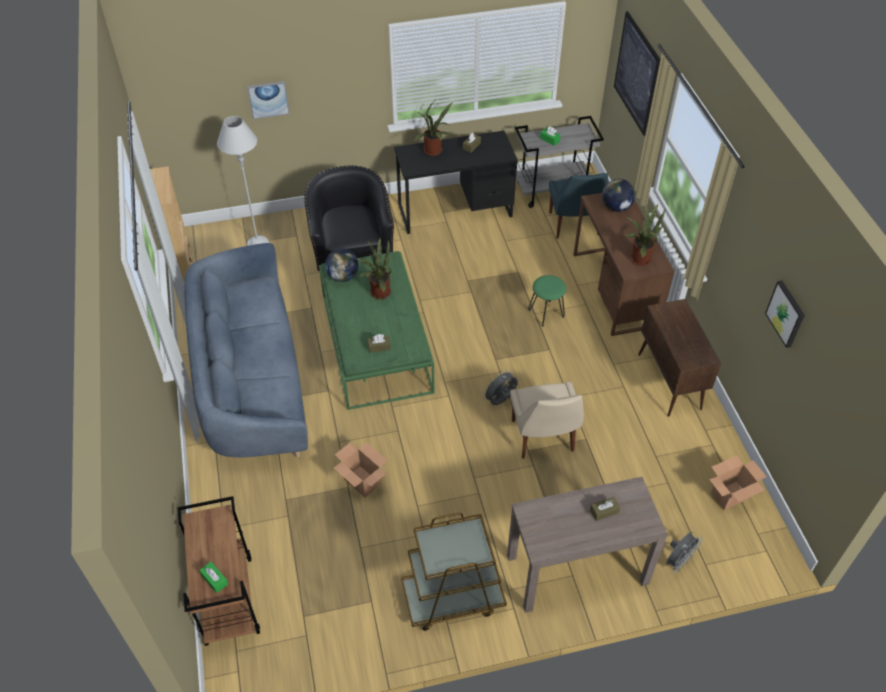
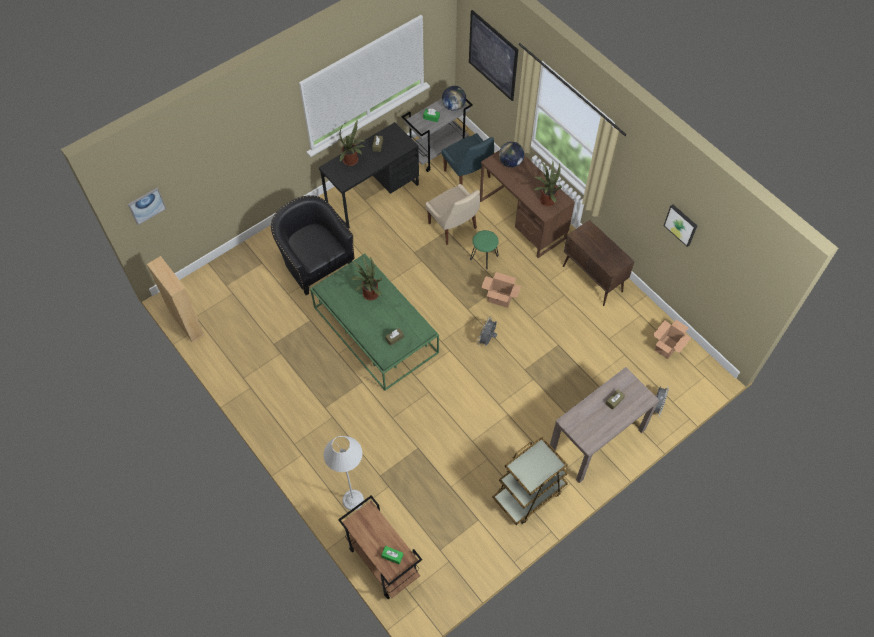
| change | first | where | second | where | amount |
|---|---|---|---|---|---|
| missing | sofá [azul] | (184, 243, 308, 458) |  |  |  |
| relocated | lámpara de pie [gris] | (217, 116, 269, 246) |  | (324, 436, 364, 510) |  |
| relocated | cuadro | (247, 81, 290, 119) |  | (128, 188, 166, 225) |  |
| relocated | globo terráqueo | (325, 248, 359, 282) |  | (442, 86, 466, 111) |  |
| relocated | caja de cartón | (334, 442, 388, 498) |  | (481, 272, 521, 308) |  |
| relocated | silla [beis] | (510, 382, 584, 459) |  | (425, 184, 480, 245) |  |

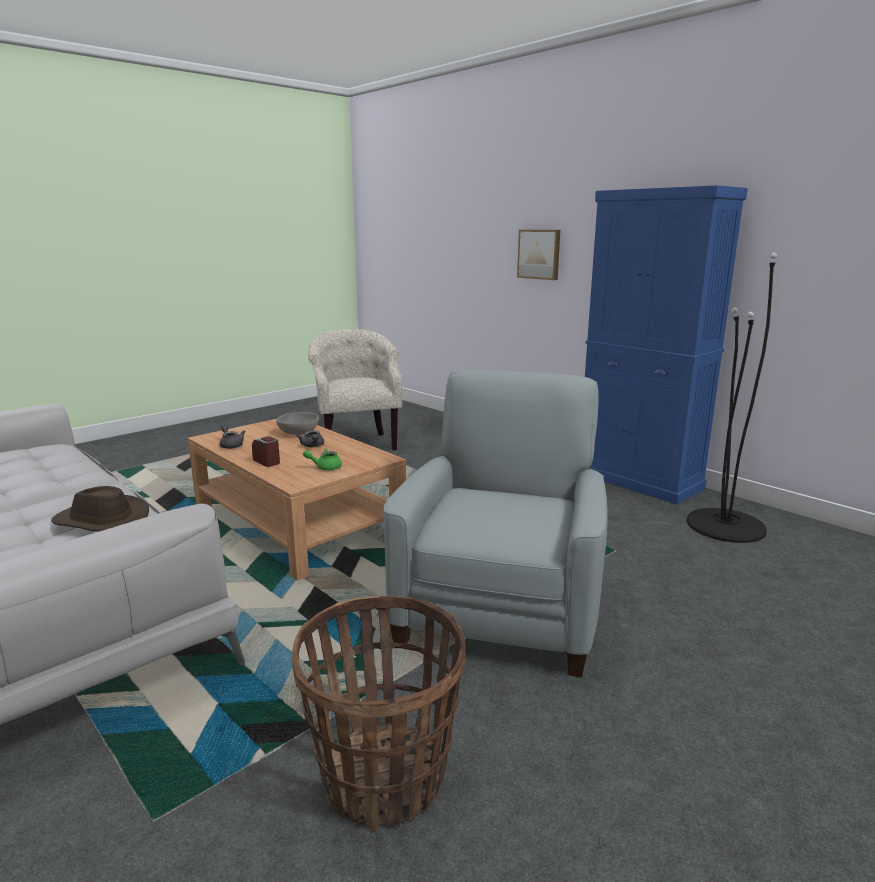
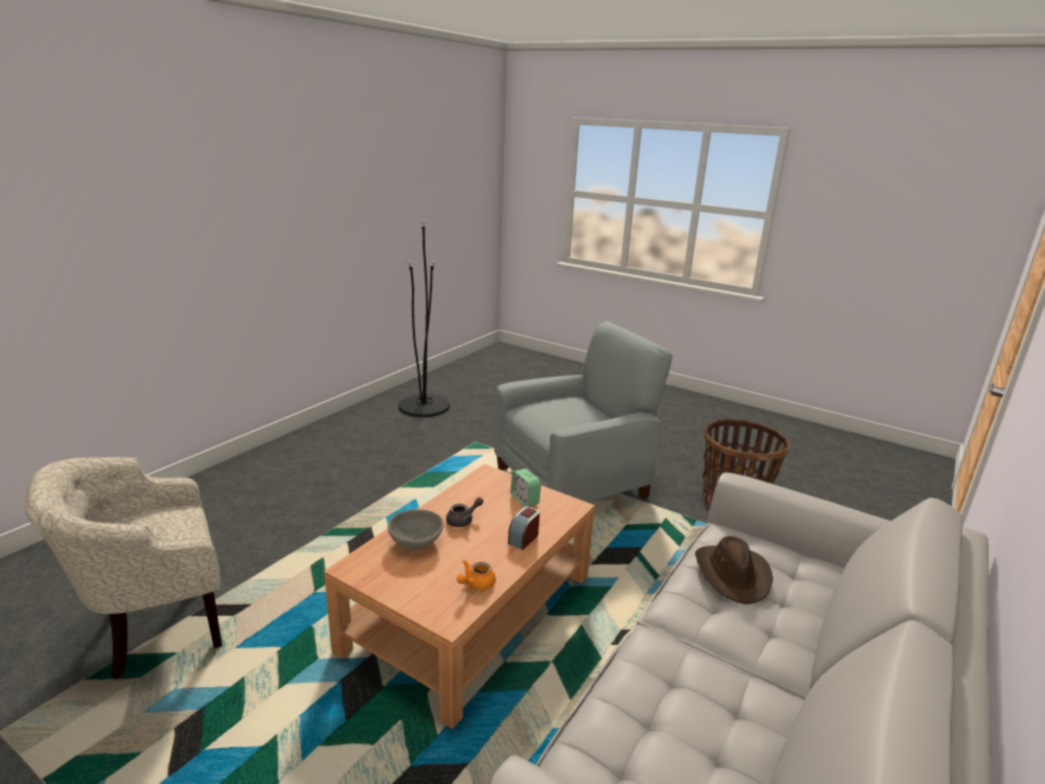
| change | first | where | second | where | amount |
|---|---|---|---|---|---|
| missing | cuadro | (517, 230, 560, 280) |  |  |  |
| missing | armario [azul] | (585, 185, 748, 505) |  |  |  |
| exchanged | tetera [verde] | (303, 448, 342, 470) | despertador | (511, 469, 541, 507) |  |
| colour | tetera [gris] | (220, 424, 246, 449) | tetera [naranja] | (457, 560, 496, 591) |  |
| spun | sillón [gris] | (383, 370, 607, 677) |  | (494, 322, 673, 502) | 150 degrees clockwise |

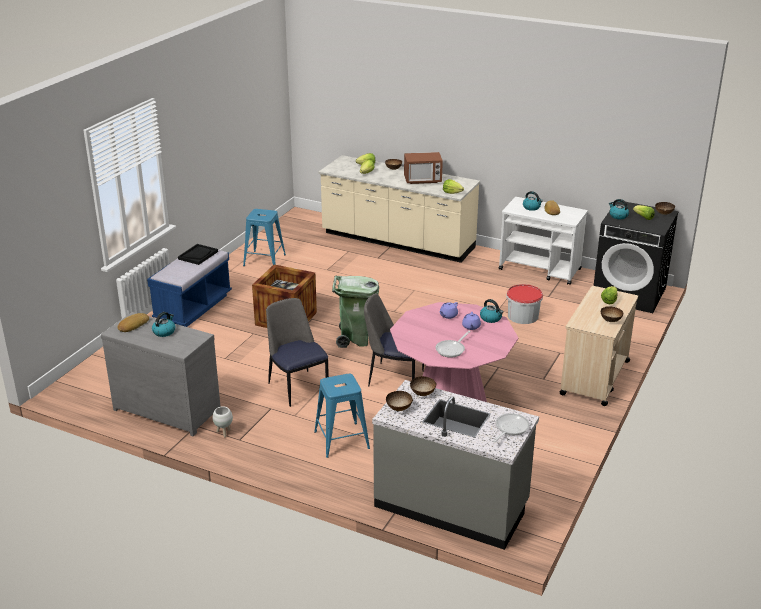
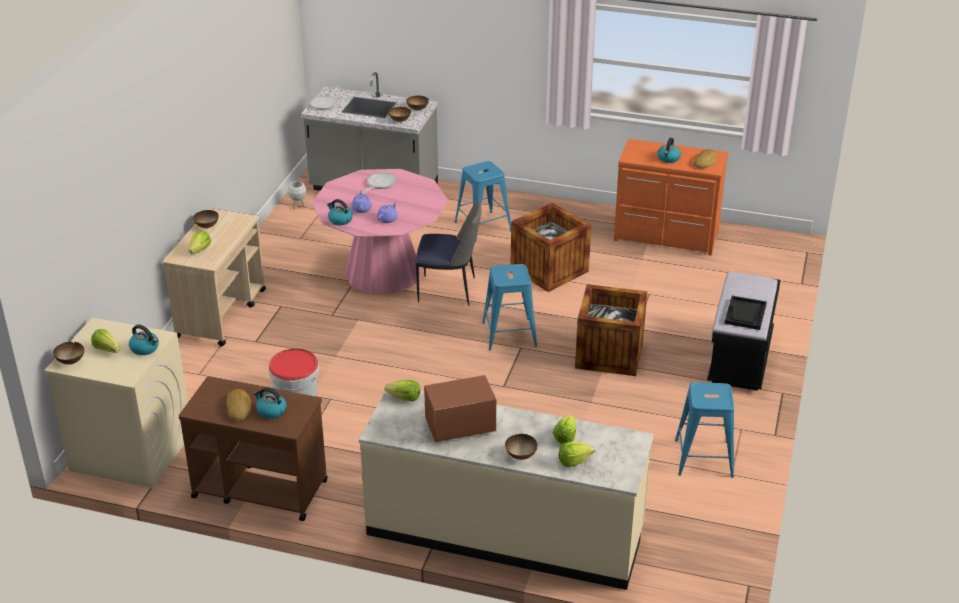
| change | first | where | second | where | amount |
|---|---|---|---|---|---|
| relocated | maceta [blanco] | (213, 406, 233, 437) |  | (288, 181, 307, 210) |  |
| exchanged | silla | (266, 298, 329, 407) | caja de embalaje | (511, 203, 591, 292) |  |
| exchanged | papelera [verde] | (332, 275, 379, 348) | taburete [azul] | (482, 264, 537, 350) |  |
| colour | cómoda [gris] | (101, 312, 221, 436) | cómoda [naranja] | (614, 139, 728, 256) |  |
| colour | banco [azul] | (147, 250, 232, 327) | banco [negro] | (707, 272, 781, 391) |  |
| colour | carrito [blanco] | (499, 197, 588, 285) | carrito [marrón] | (179, 376, 328, 521) |  |
| colour | lavadora [negro] | (594, 202, 679, 313) | lavadora [beis] | (44, 317, 188, 488) |  |

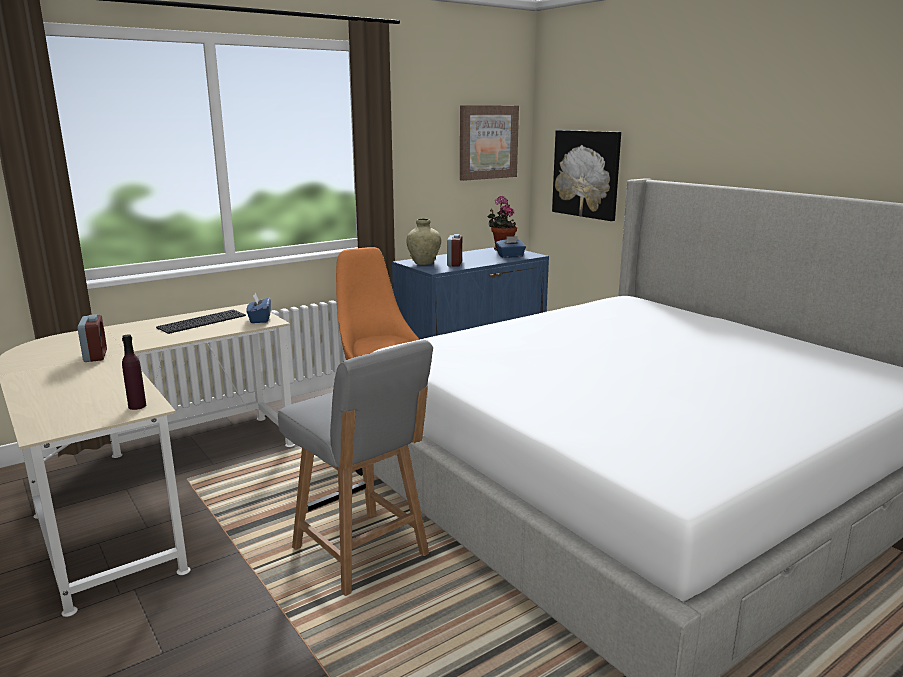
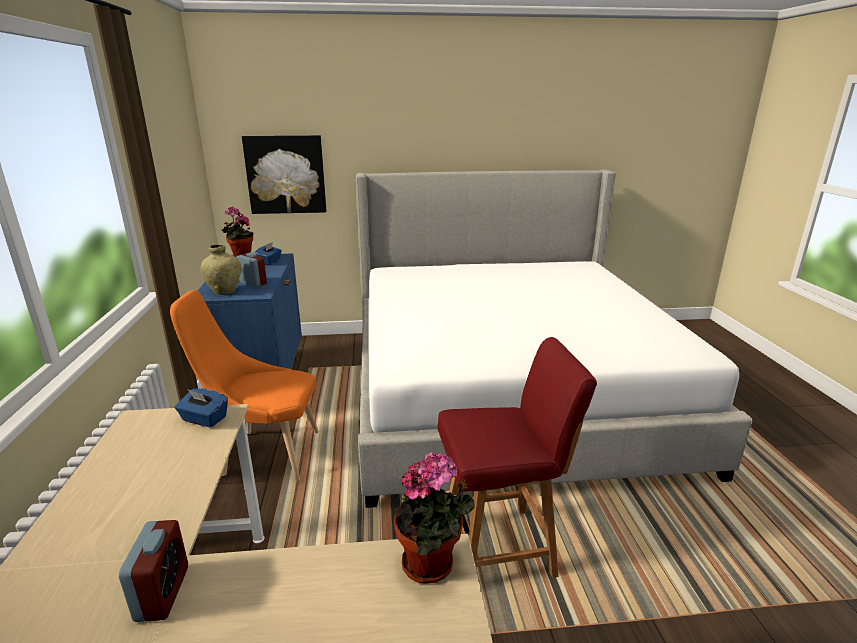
| change | first | where | second | where | amount |
|---|---|---|---|---|---|
| missing | teclado | (156, 310, 246, 334) |  |  |  |
| missing | cuadro | (460, 105, 519, 181) |  |  |  |
| exchanged | botella [morado] | (122, 334, 146, 410) | planta en maceta | (394, 452, 475, 584) |  |
| colour | silla [gris] | (278, 340, 433, 596) | silla [rojo] | (438, 337, 597, 578) |  |
| spun | despertador | (77, 314, 107, 362) |  | (119, 520, 188, 622) | 75 degrees clockwise |

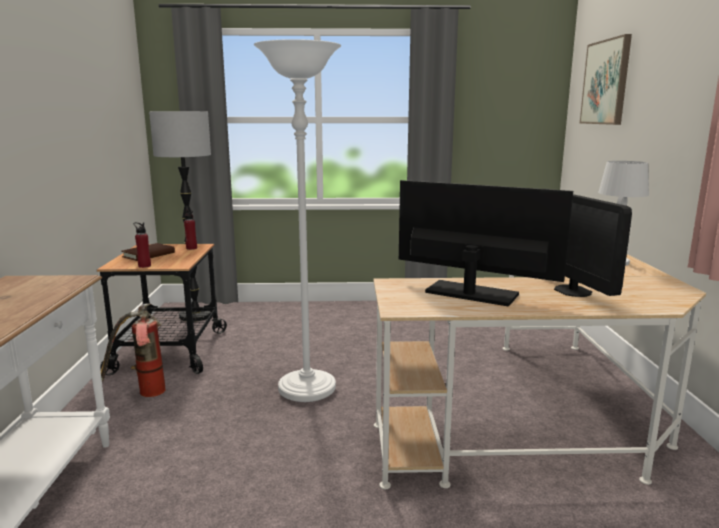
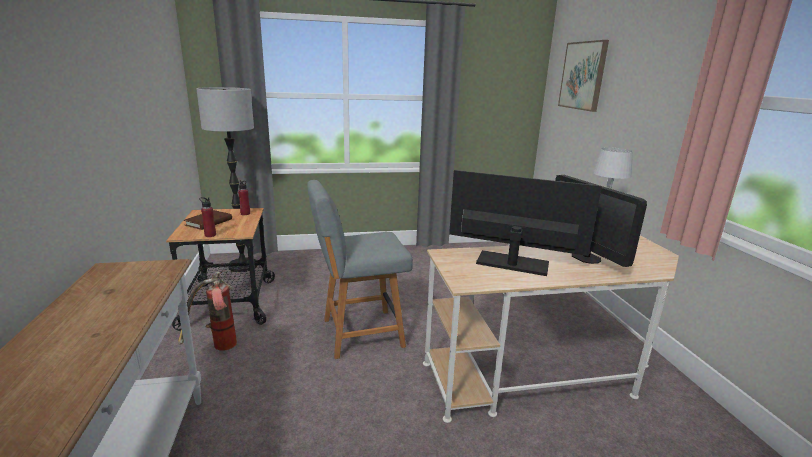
| change | first | where | second | where | amount |
|---|---|---|---|---|---|
| exchanged | lámpara de pie [blanco] | (254, 39, 341, 402) | silla [gris] | (307, 180, 413, 359) |  |

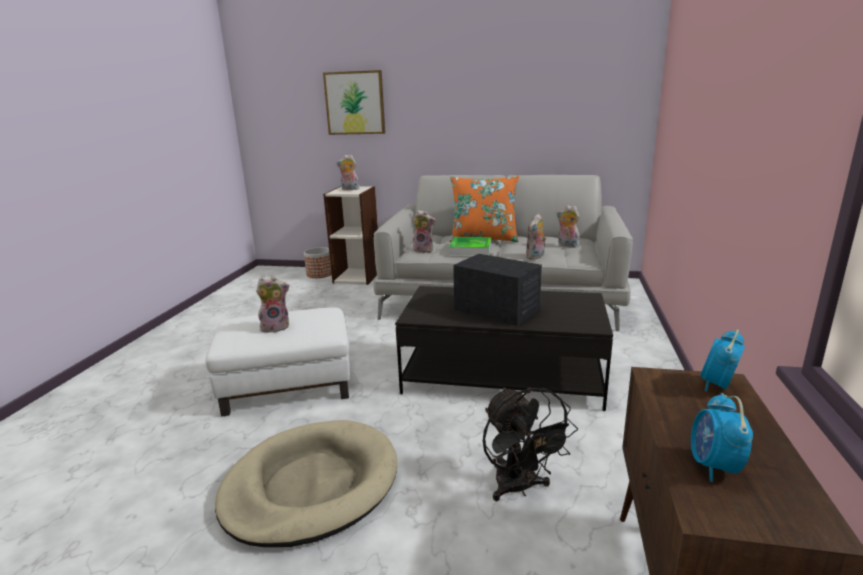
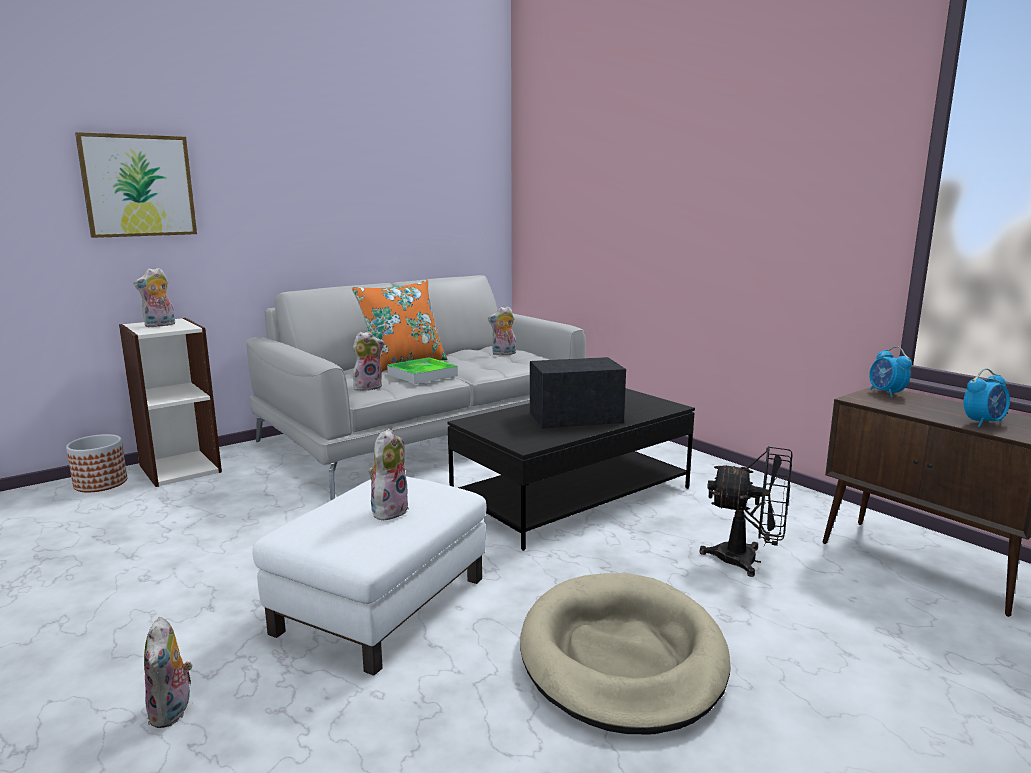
| change | first | where | second | where | amount |
|---|---|---|---|---|---|
| relocated | peluche | (525, 213, 546, 260) |  | (144, 617, 193, 728) |  |
| spun | despertador | (691, 393, 753, 482) |  | (964, 368, 1010, 427) | 75 degrees counterclockwise |

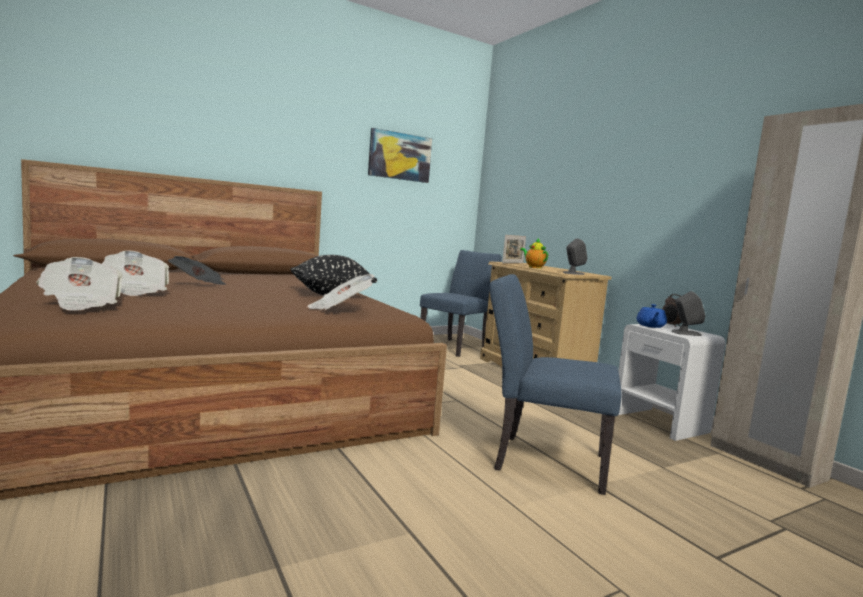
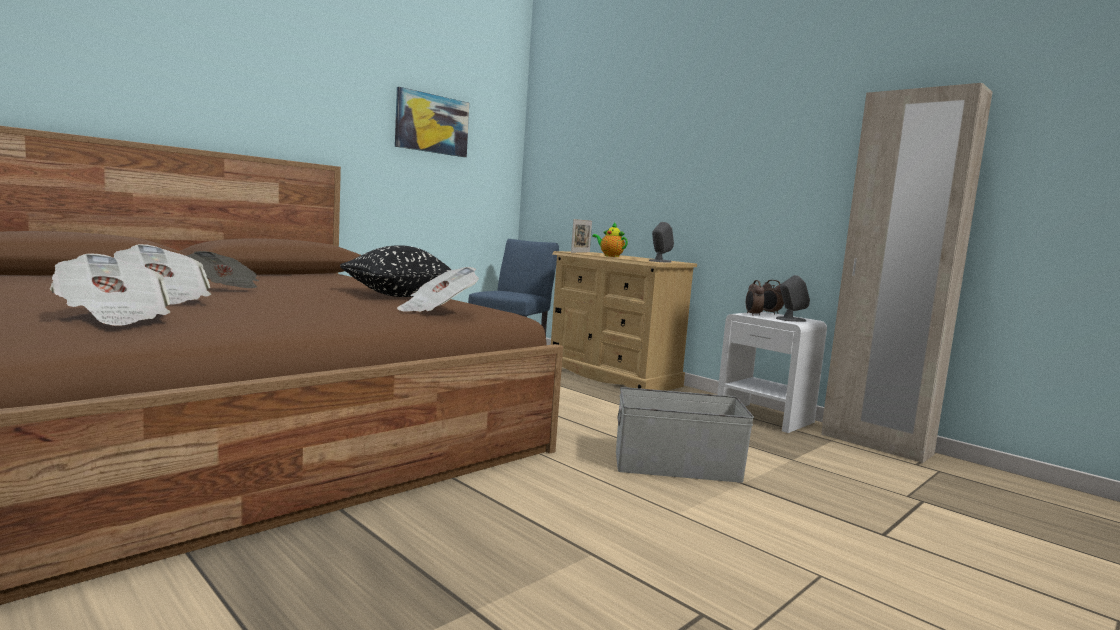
| change | first | where | second | where | amount |
|---|---|---|---|---|---|
| exchanged | silla [azul] | (489, 274, 622, 495) | caja de almacenaje [gris] | (616, 387, 754, 483) |  |
| exchanged | tetera [azul] | (637, 304, 667, 328) | despertador | (746, 280, 764, 316) |  |

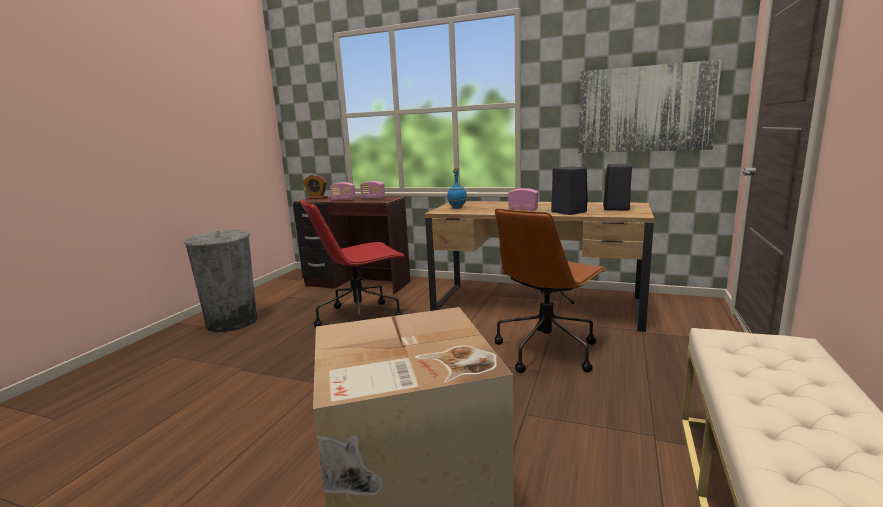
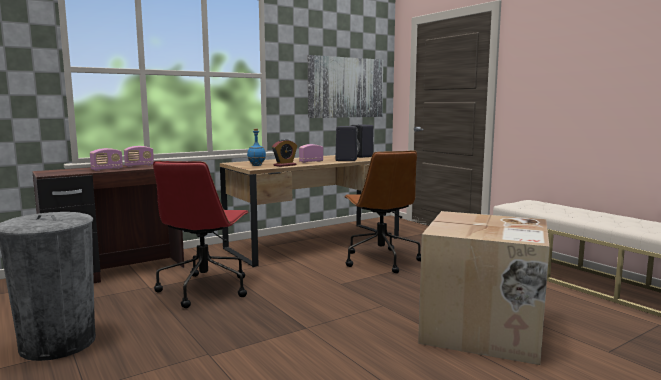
| change | first | where | second | where | amount |
|---|---|---|---|---|---|
| relocated | despertador | (303, 174, 327, 199) |  | (272, 139, 297, 167) |  |

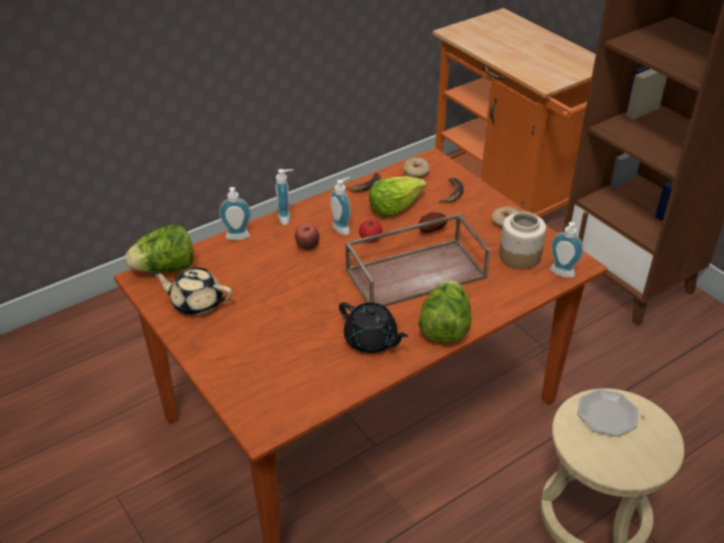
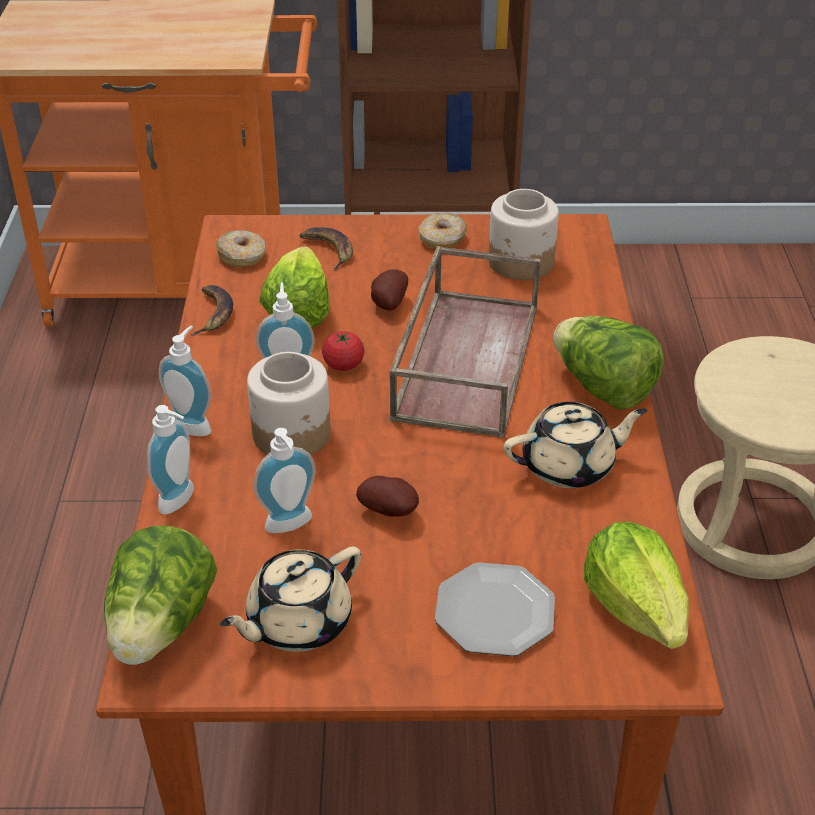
| change | first | where | second | where | amount |
|---|---|---|---|---|---|
| appeared |  |  | patata | (356, 476, 419, 517) |  |
| appeared |  |  | lechuga | (584, 522, 689, 649) |  |
| relocated | dispensador de jabón | (550, 222, 584, 278) |  | (253, 428, 316, 533) |  |
| relocated | plato | (578, 389, 638, 437) |  | (435, 562, 555, 656) |  |
| exchanged | manzana | (295, 223, 319, 250) | tarro | (247, 352, 331, 455) |  |
| colour | tetera [negro] | (339, 302, 408, 353) | tetera [beis] | (504, 402, 647, 488) |  |

